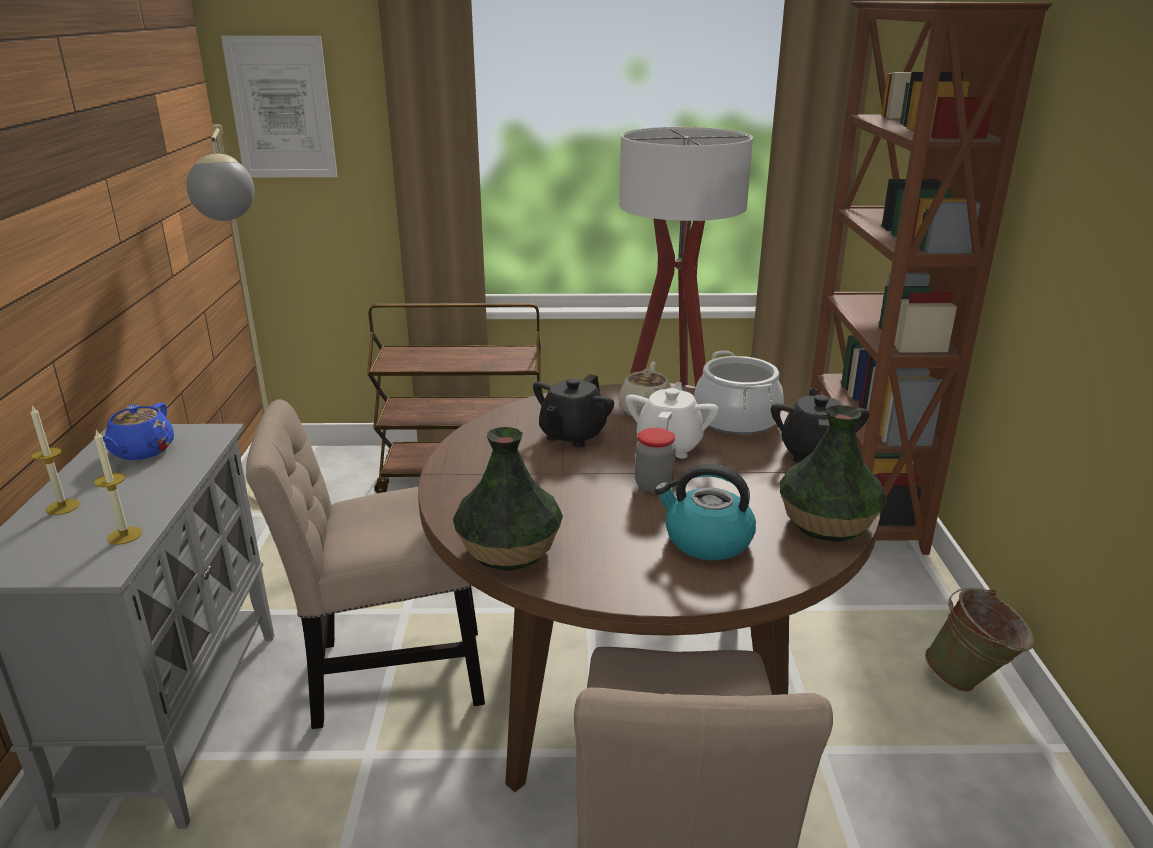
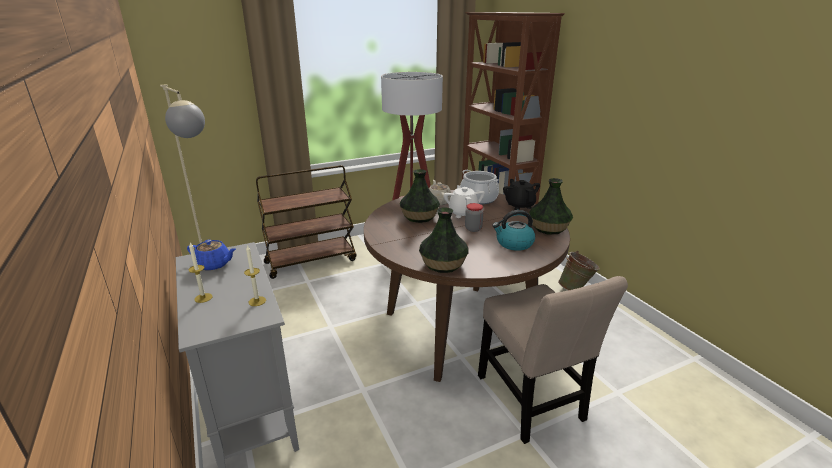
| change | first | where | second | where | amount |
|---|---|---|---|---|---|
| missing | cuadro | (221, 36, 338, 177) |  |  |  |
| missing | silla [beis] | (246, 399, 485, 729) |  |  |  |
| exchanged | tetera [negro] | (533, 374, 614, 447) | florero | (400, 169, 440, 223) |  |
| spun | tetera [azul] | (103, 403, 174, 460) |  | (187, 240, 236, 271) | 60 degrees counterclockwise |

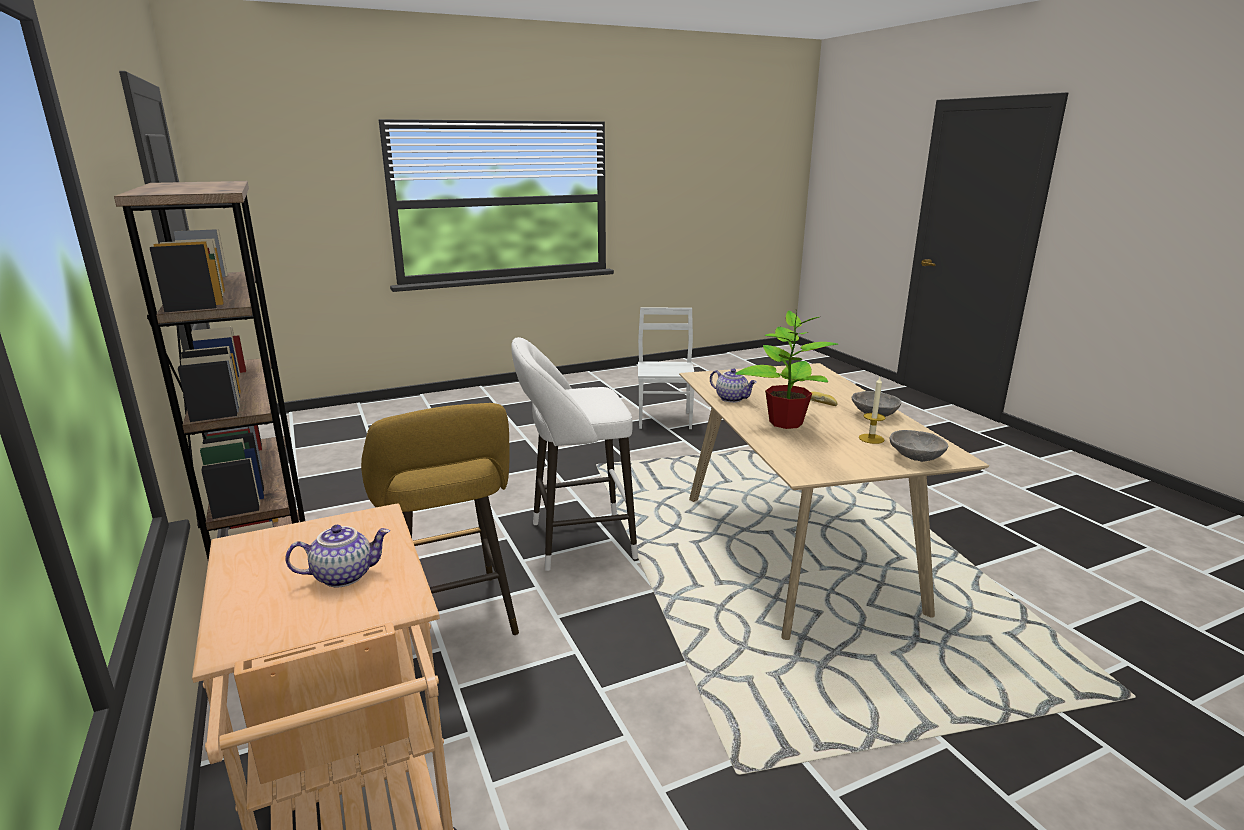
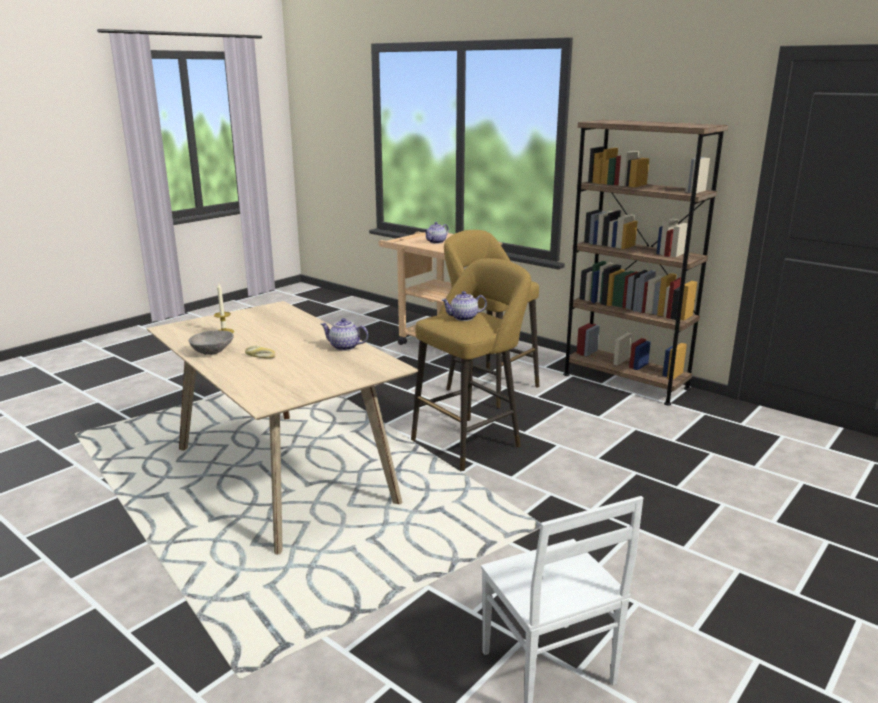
| change | first | where | second | where | amount |
|---|---|---|---|---|---|
| missing | planta en maceta | (735, 311, 838, 429) |  |  |  |
| missing | cuenco [gris] | (890, 430, 948, 462) |  |  |  |
| appeared |  |  | tetera | (441, 291, 487, 321) |  |
| colour | taburete [blanco] | (511, 337, 638, 571) | taburete [amarillo] | (411, 258, 531, 471) |  |

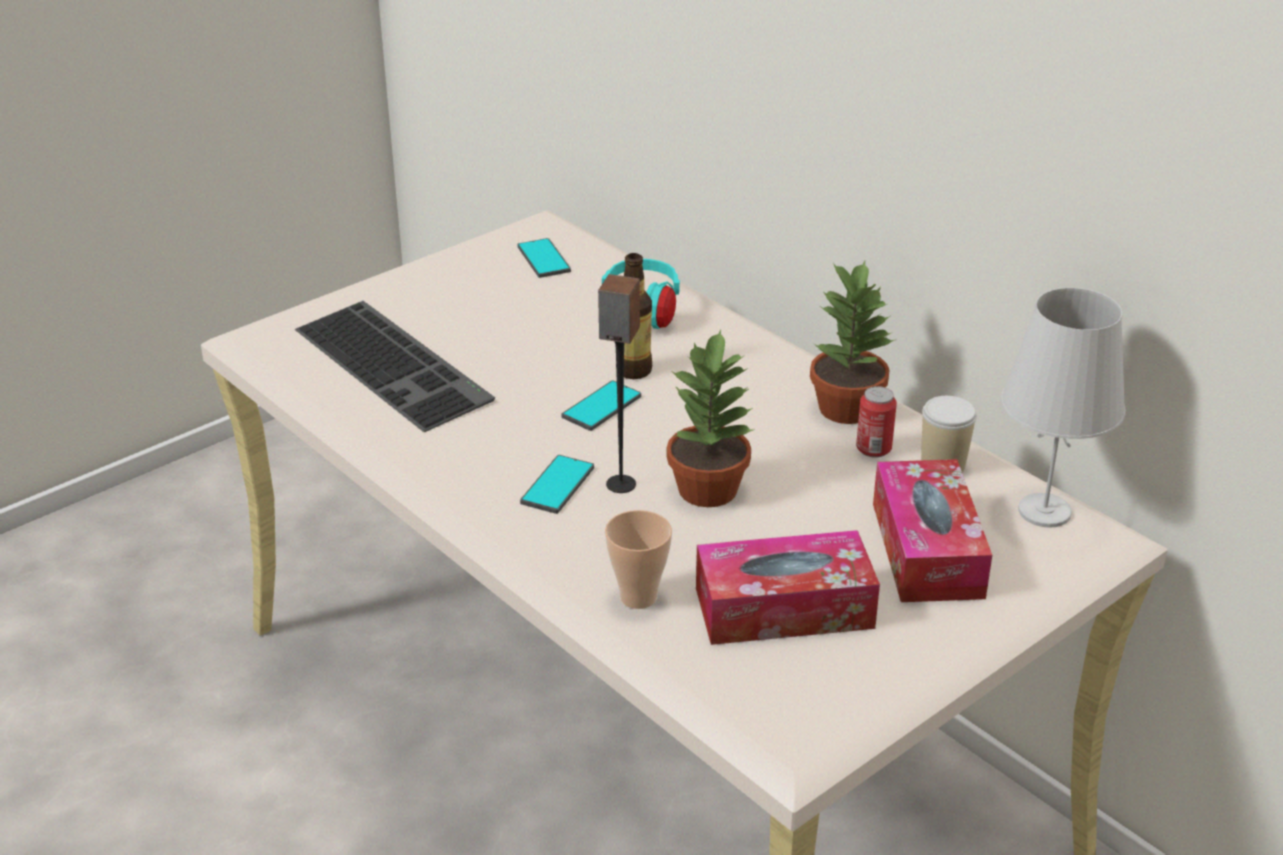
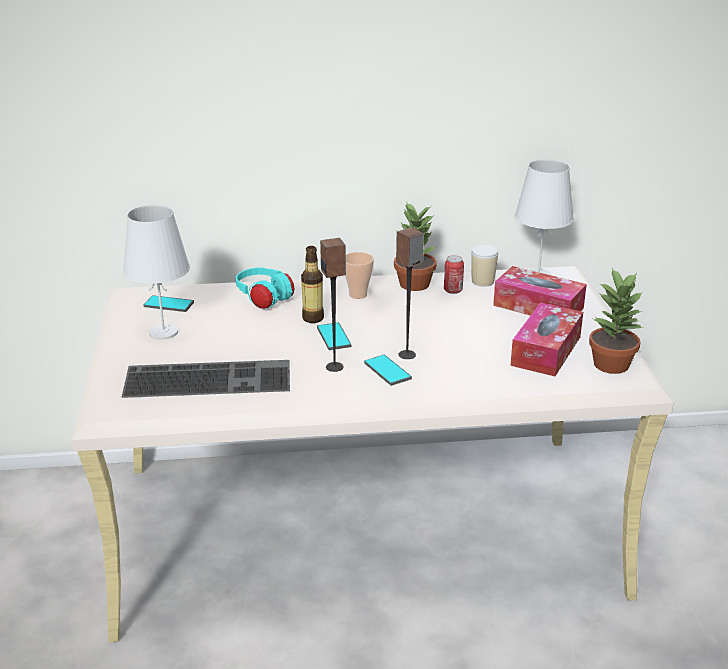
| change | first | where | second | where | amount |
|---|---|---|---|---|---|
| appeared |  |  | lámpara de mesa [blanco] | (123, 205, 190, 340) |  |
| appeared |  |  | altavoz | (320, 238, 346, 372) |  |
| relocated | taza | (605, 510, 672, 609) |  | (345, 252, 374, 299) |  |
| relocated | planta en maceta | (667, 329, 753, 507) |  | (589, 268, 644, 374) |  |

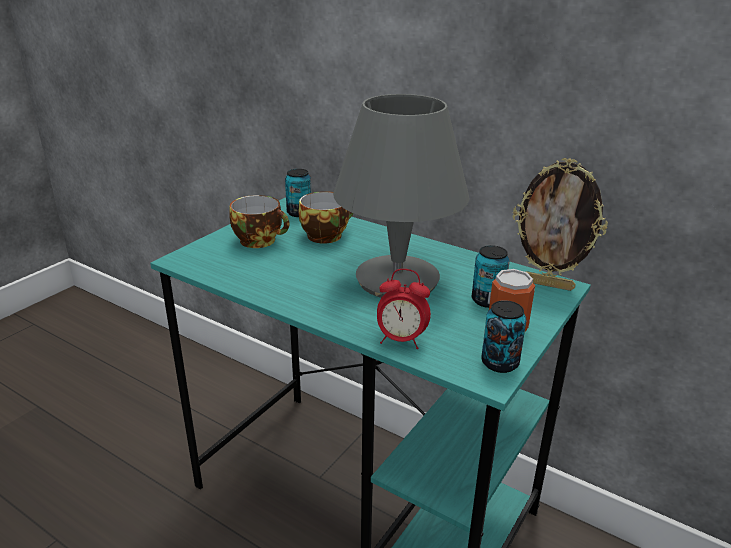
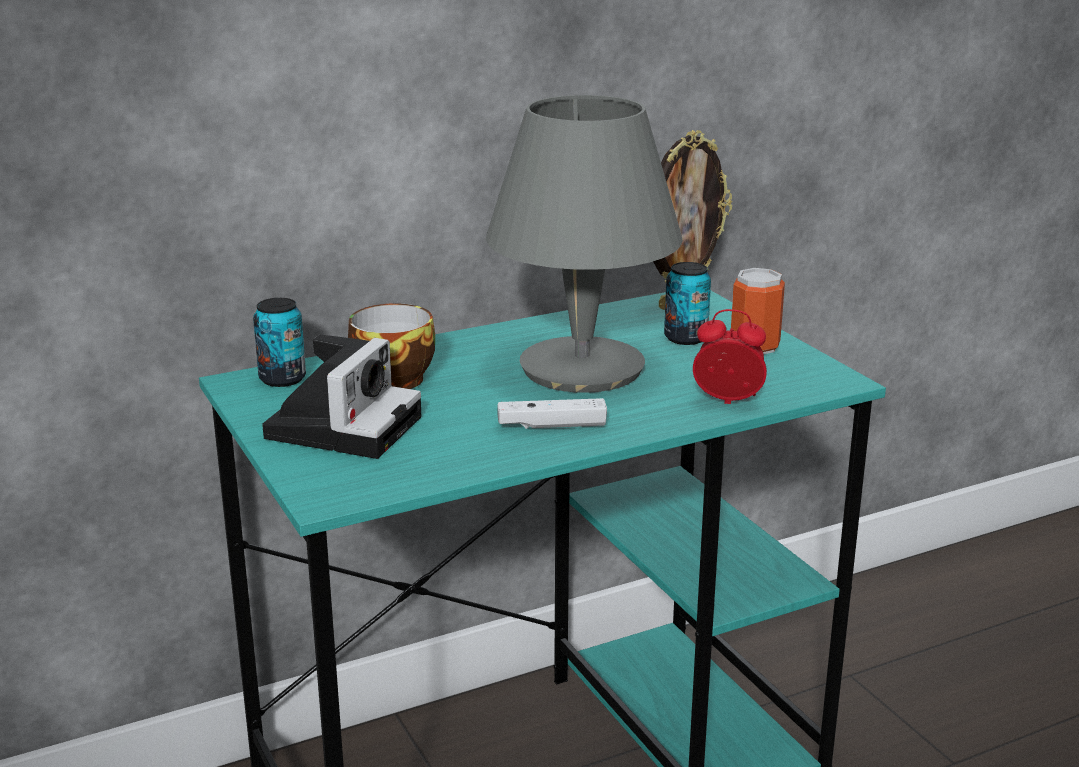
| change | first | where | second | where | amount |
|---|---|---|---|---|---|
| missing | lata | (481, 300, 526, 373) |  |  |  |
| appeared |  |  | mando de consola [blanco] | (497, 398, 607, 429) |  |
| exchanged | taza | (229, 195, 290, 248) | cámara | (262, 334, 421, 459) |  |
| spun | despertador | (377, 269, 431, 349) |  | (693, 309, 767, 404) | 120 degrees counterclockwise |

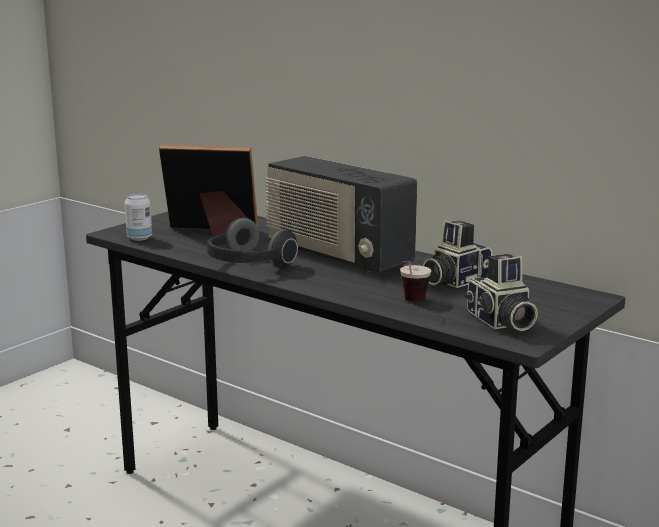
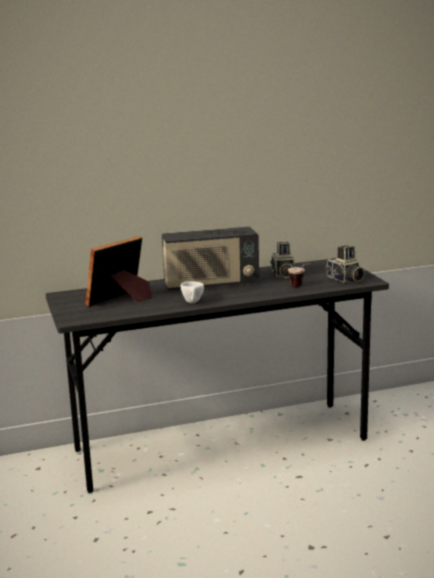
| change | first | where | second | where | amount |
|---|---|---|---|---|---|
| missing | lata | (125, 194, 152, 241) |  |  |  |
| exchanged | auriculares | (207, 218, 298, 269) | taza [blanco] | (181, 281, 204, 303) |  |
| spun | cámara | (464, 254, 538, 331) |  | (325, 245, 365, 283) | 45 degrees clockwise |

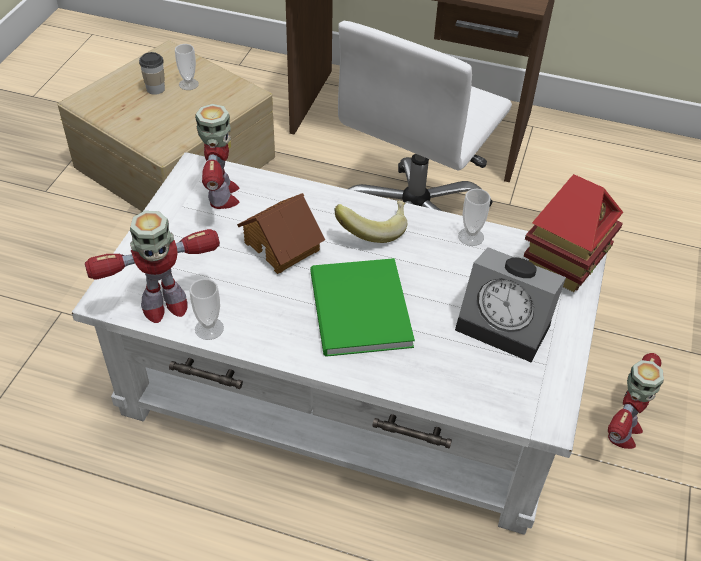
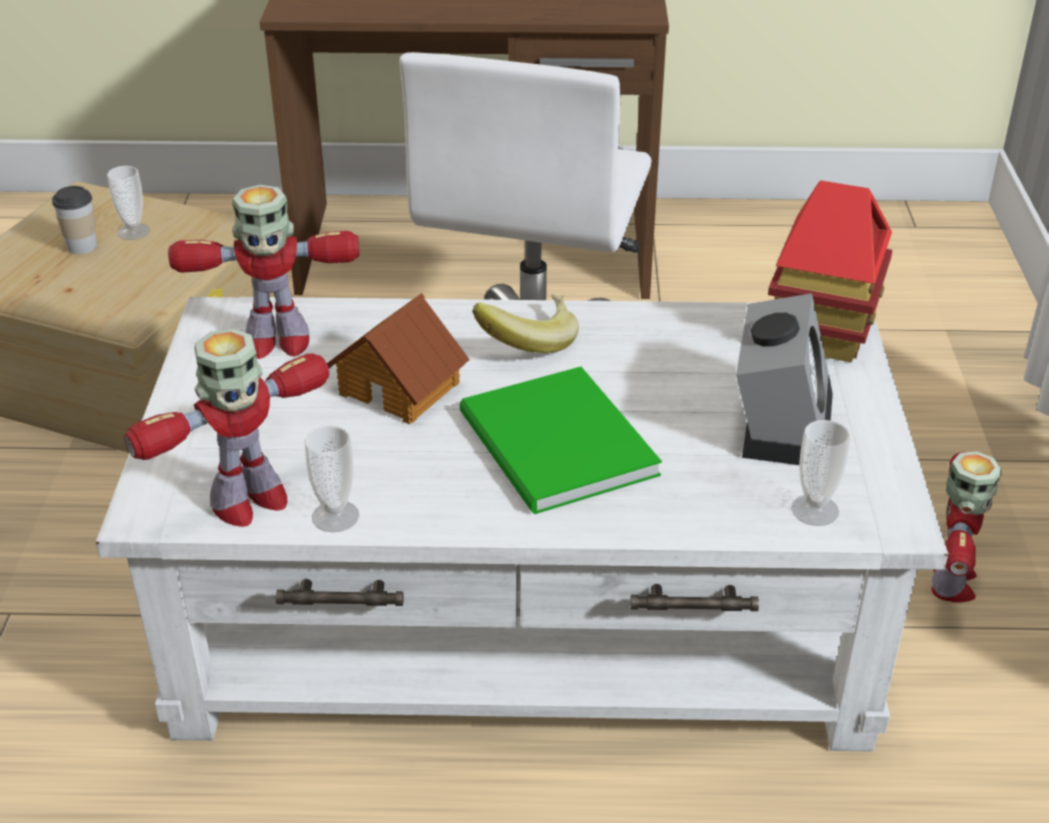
| change | first | where | second | where | amount |
|---|---|---|---|---|---|
| relocated | taza | (458, 189, 491, 246) |  | (791, 420, 851, 526) |  |
| spun | robot de juguete | (195, 104, 239, 209) |  | (168, 185, 359, 359) | 105 degrees clockwise |
| spun | despertador | (455, 247, 566, 362) |  | (736, 293, 833, 465) | 90 degrees counterclockwise |

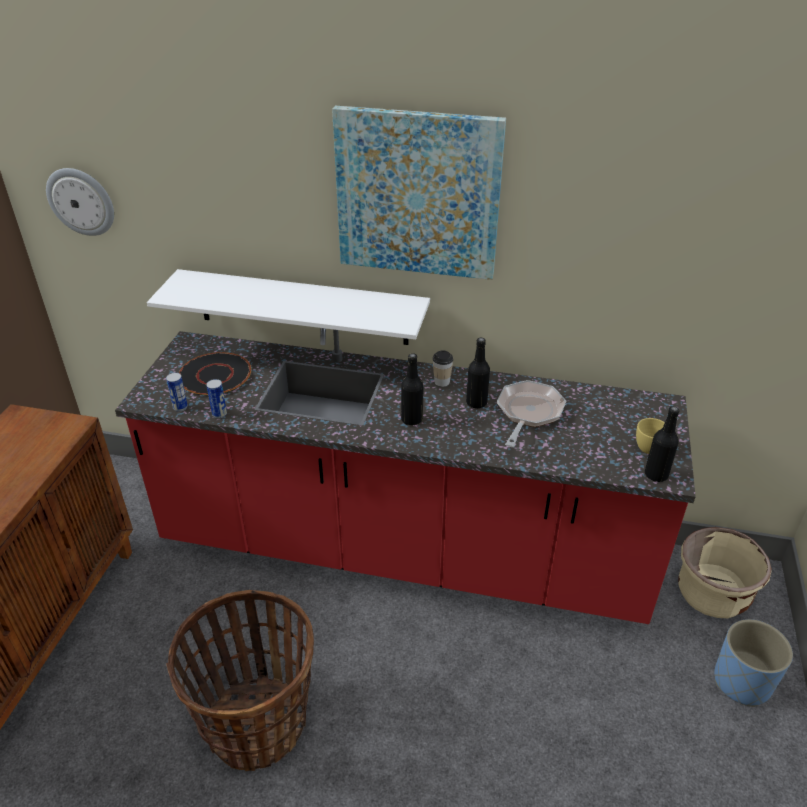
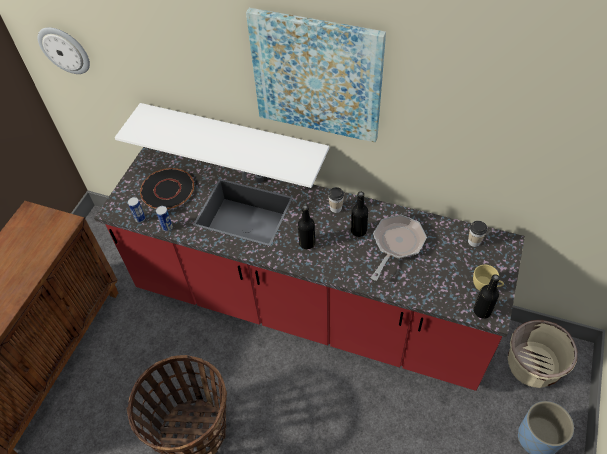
| change | first | where | second | where | amount |
|---|---|---|---|---|---|
| appeared |  |  | taza | (468, 221, 487, 247) |  |

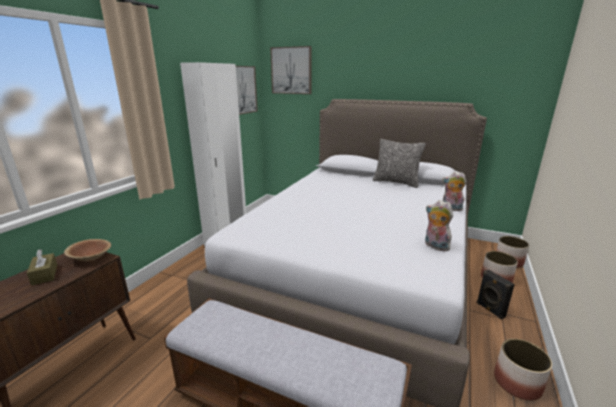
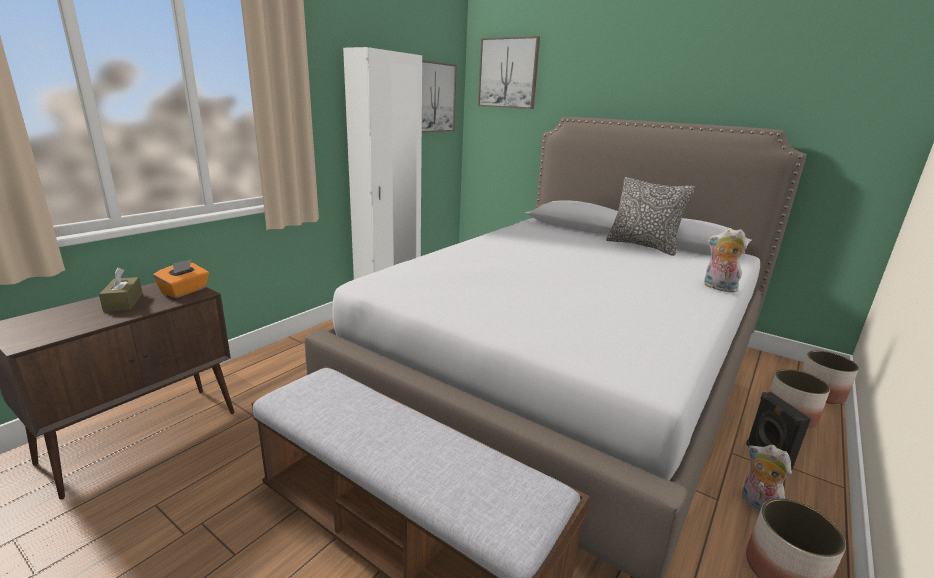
| change | first | where | second | where | amount |
|---|---|---|---|---|---|
| relocated | peluche | (425, 200, 453, 252) |  | (742, 445, 792, 513) |  |
| exchanged | cuenco [marrón] | (64, 239, 111, 261) | caja de pañuelos [naranja] | (153, 259, 209, 298) |  |

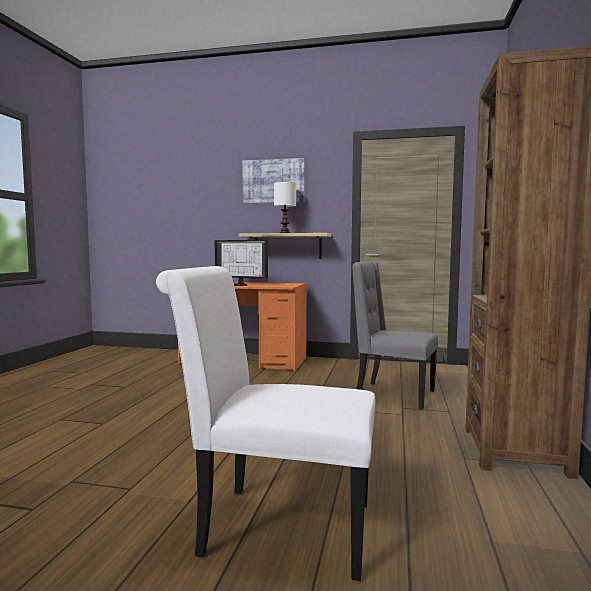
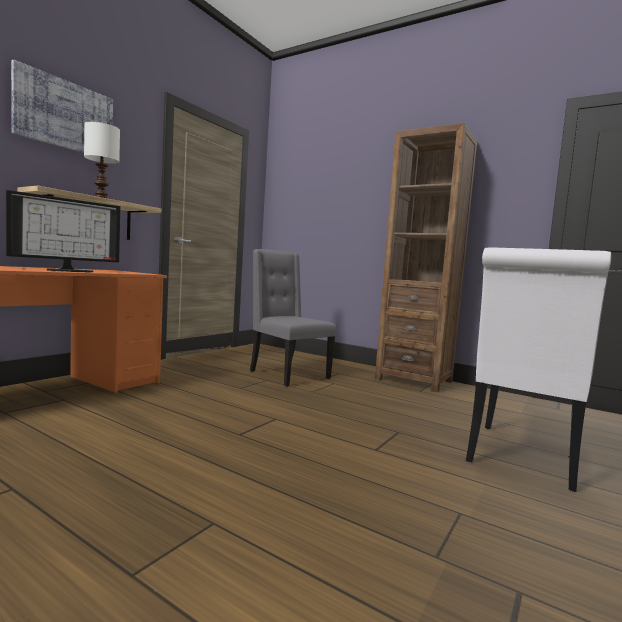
| change | first | where | second | where | amount |
|---|---|---|---|---|---|
| spun | silla [gris] | (352, 261, 438, 410) |  | (250, 249, 336, 387) | 90 degrees clockwise |

